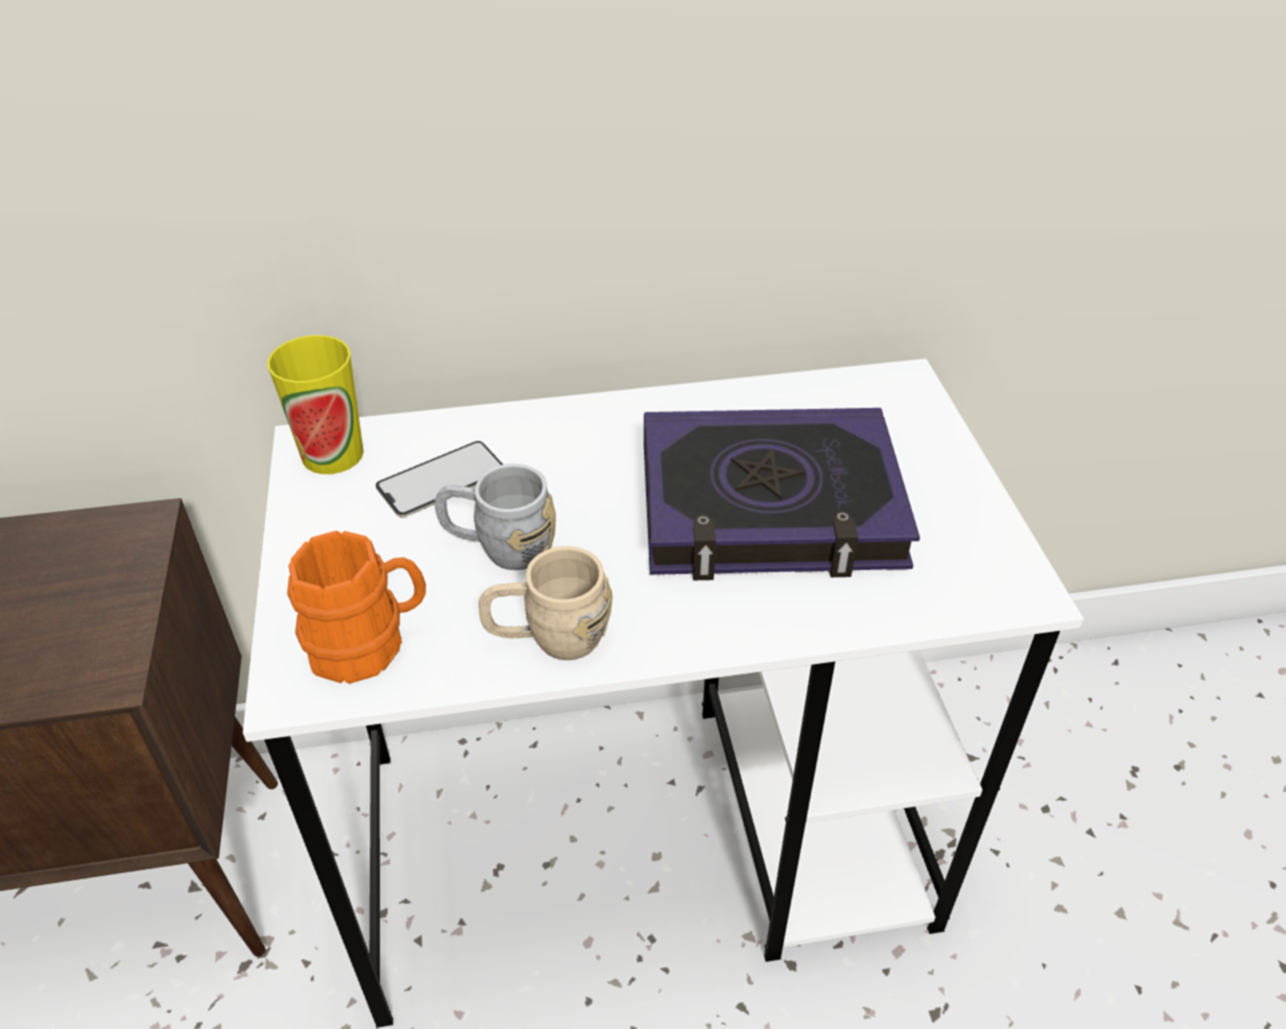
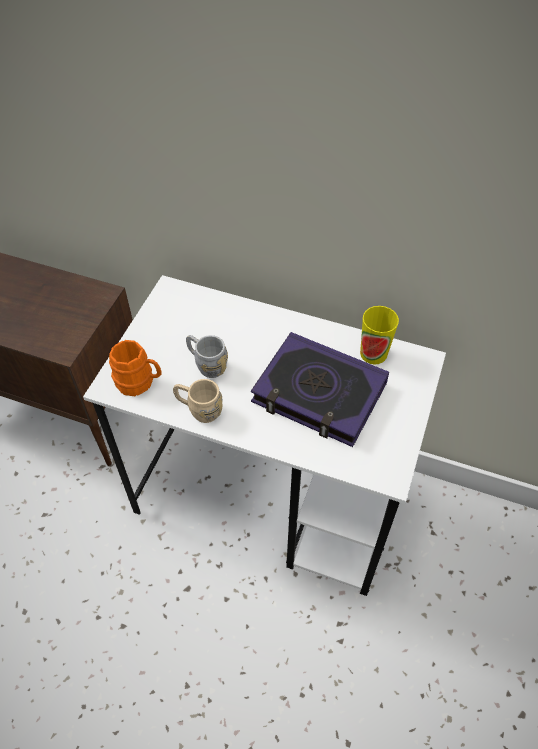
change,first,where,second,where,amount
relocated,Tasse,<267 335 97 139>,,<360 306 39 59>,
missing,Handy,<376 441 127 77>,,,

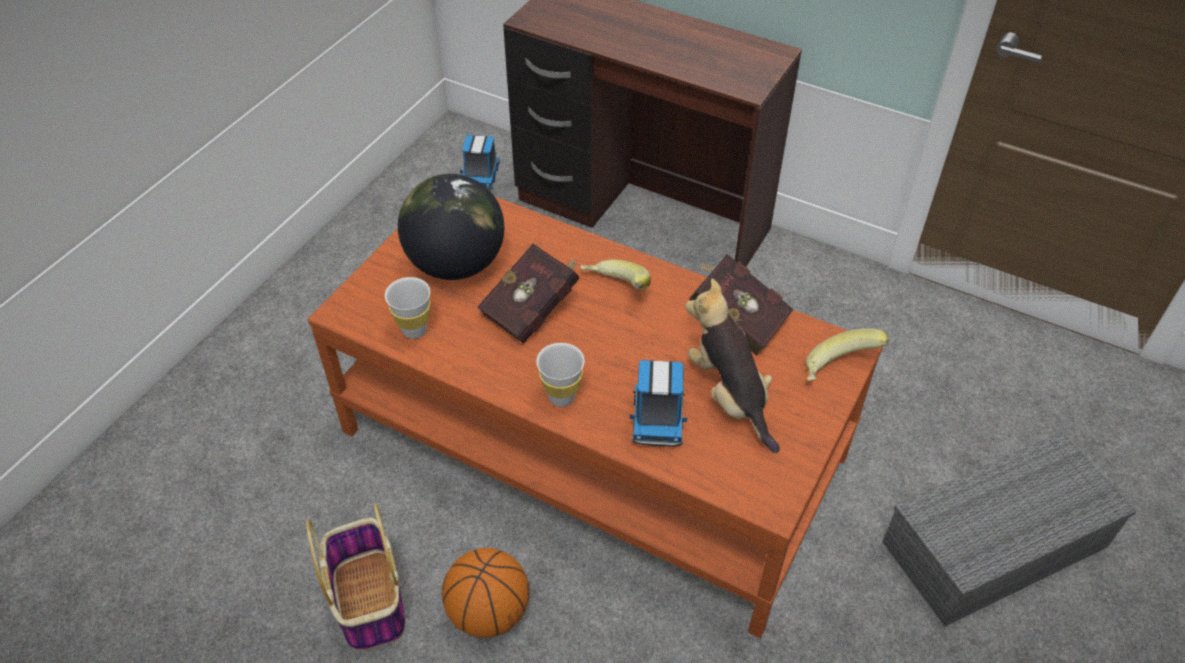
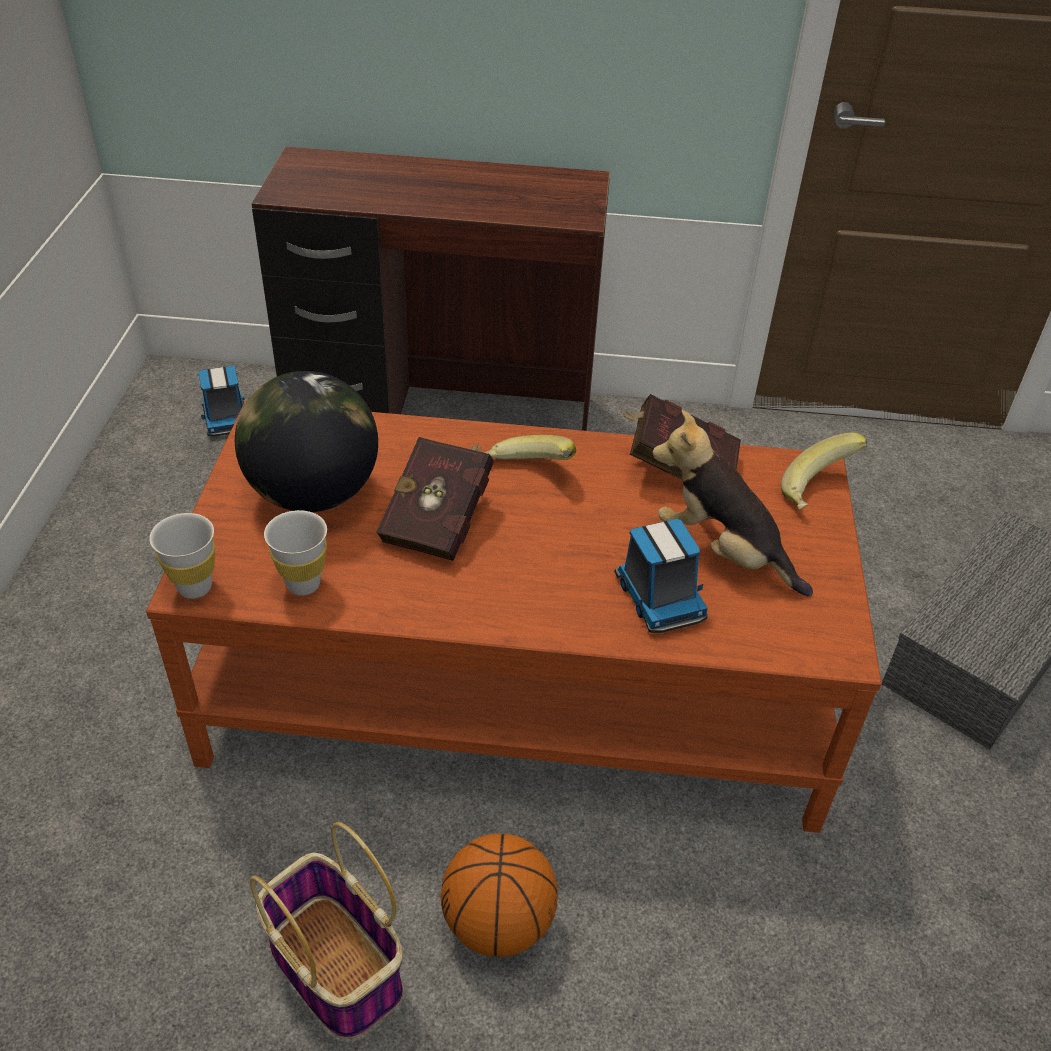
change,first,where,second,where,amount
relocated,Tasse (weiß),<536 343 49 64>,,<149 513 66 86>,

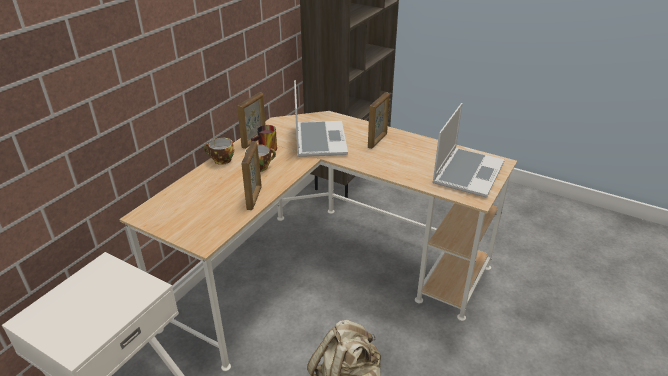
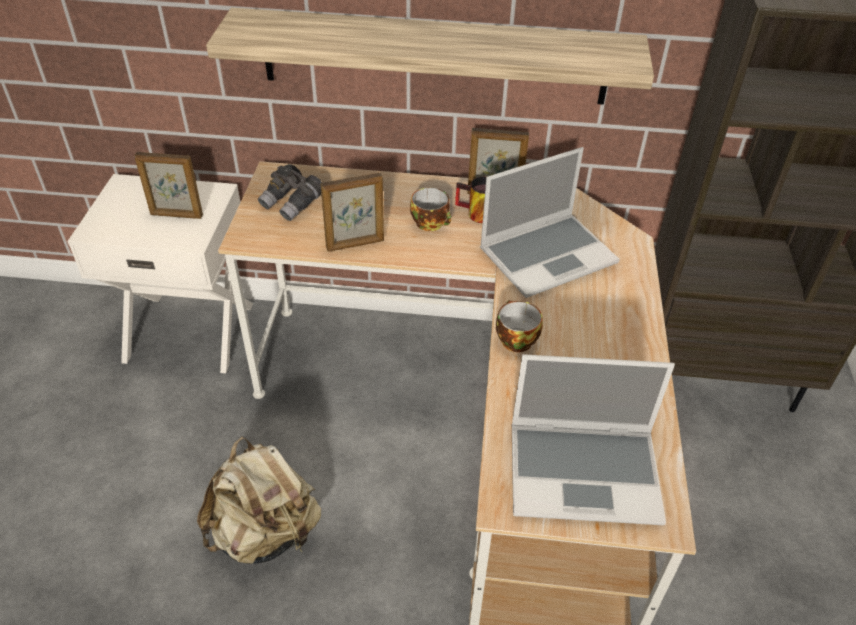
change,first,where,second,where,amount
relocated,Bilderrahmen,<368 92 21 57>,,<134 152 69 67>,
relocated,Tasse,<204 137 30 28>,,<496 300 47 52>,
appeared,,,Wandregal,<206 8 448 97>,
appeared,,,Fernglas (grau),<258 164 64 57>,

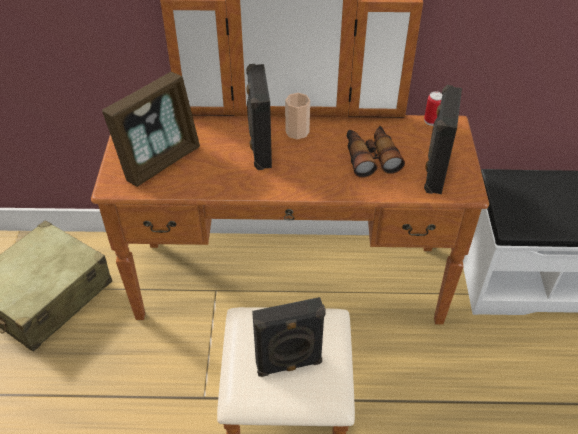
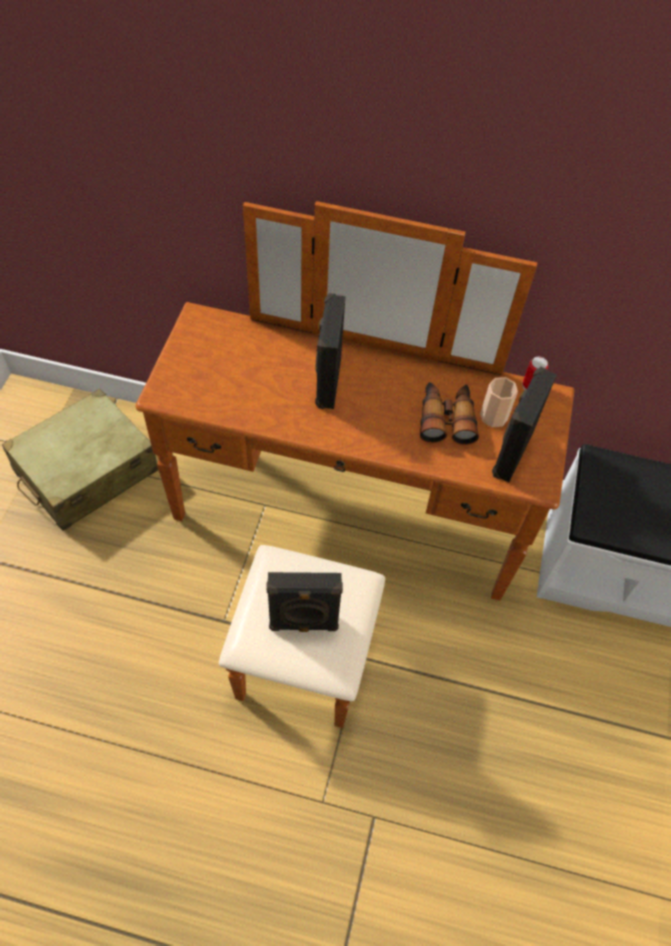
change,first,where,second,where,amount
missing,Bilderrahmen,<102 72 98 115>,,,
relocated,Tasse,<285 93 25 46>,,<480 377 38 50>,

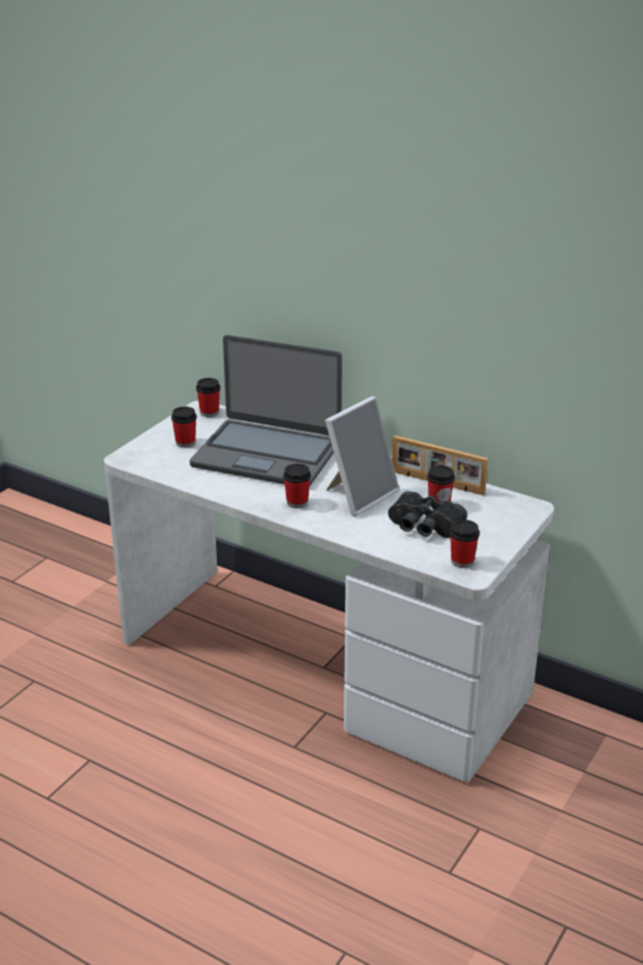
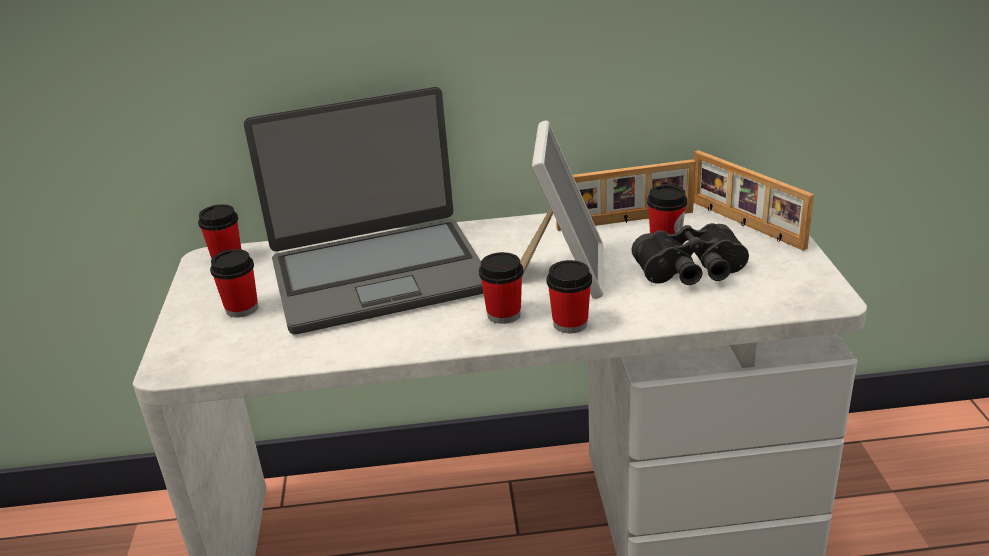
change,first,where,second,where,amount
relocated,Tasse,<450 520 30 48>,,<547 260 45 73>,
appeared,,,Bilderrahmen,<694 150 120 101>,

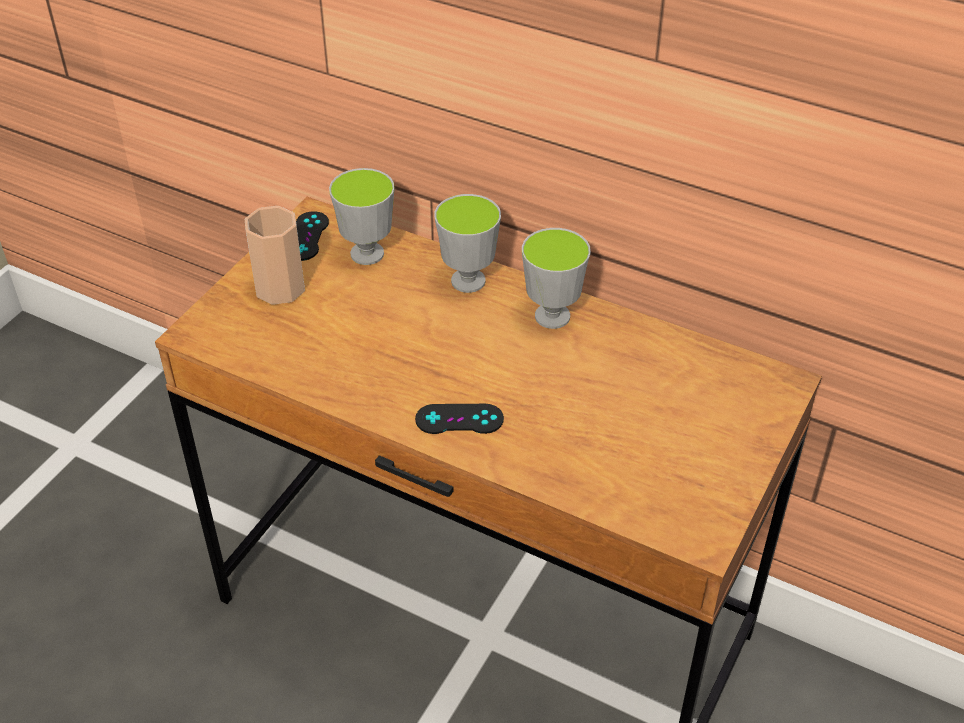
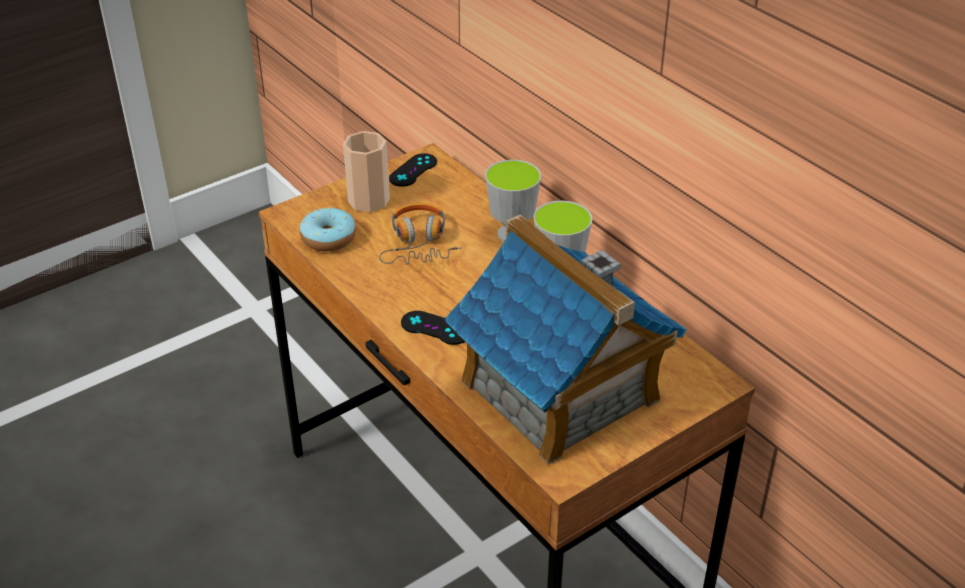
change,first,where,second,where,amount
missing,Tasse,<329 168 66 97>,,,
appeared,,,Kopfhörer,<379 203 83 62>,
appeared,,,Donut,<300 207 56 45>,
appeared,,,Spielzeughaus,<444 215 243 250>,

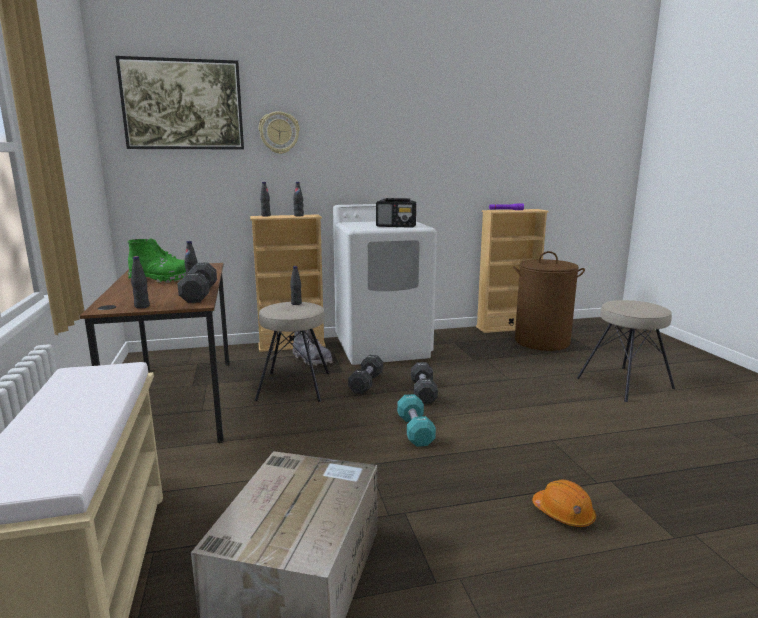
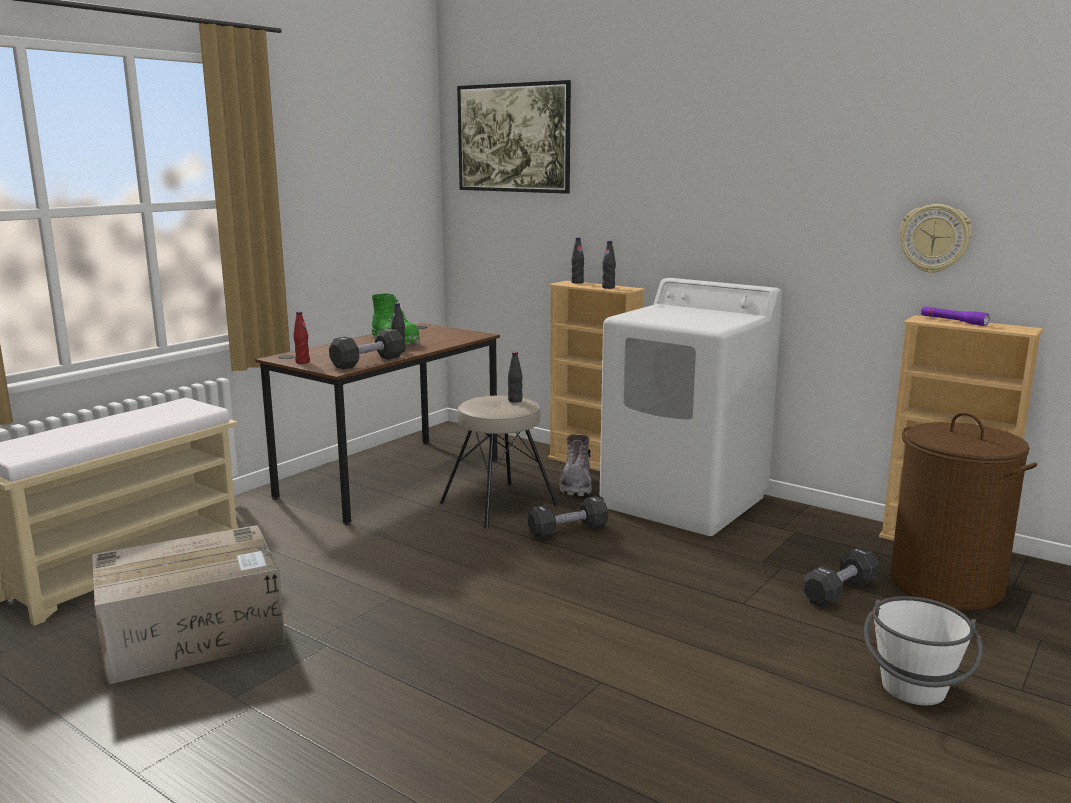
change,first,where,second,where,amount
relocated,Wanduhr,<259 111 41 43>,,<899 204 73 69>,
missing,Radio,<376 198 40 30>,,,
colour,Flasche (schwarz),<131 256 19 53>,Flasche (rot),<294 312 16 52>,
exchanged,Hocker (beige),<576 300 99 102>,Eimer (weiß),<864 596 119 109>,
relocated,Hantel (schwarz),<411 362 27 42>,,<802 547 77 61>,
missing,Hantel (türkis),<397 394 39 53>,,,
missing,Schutzhelm (orange),<532 480 64 48>,,,

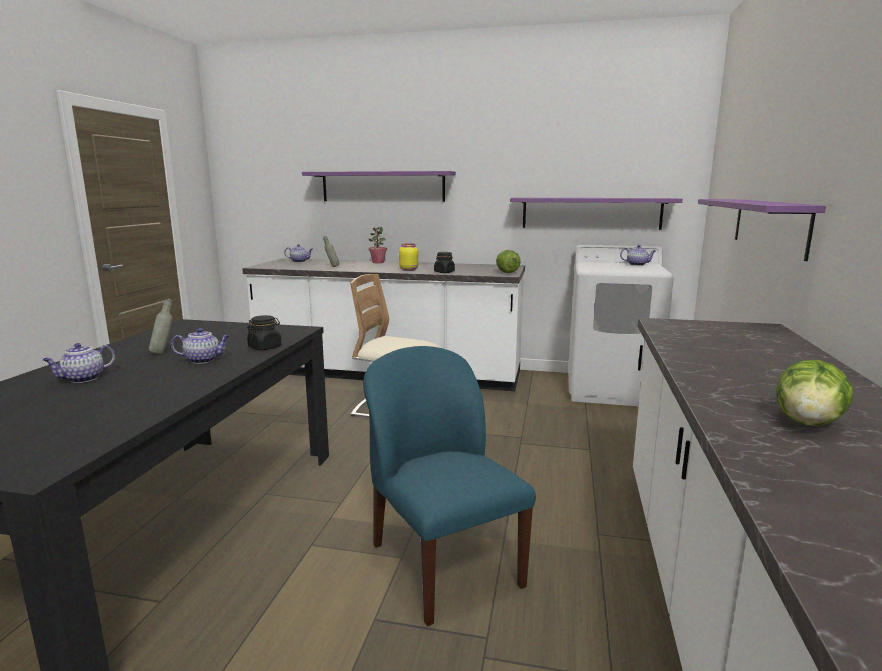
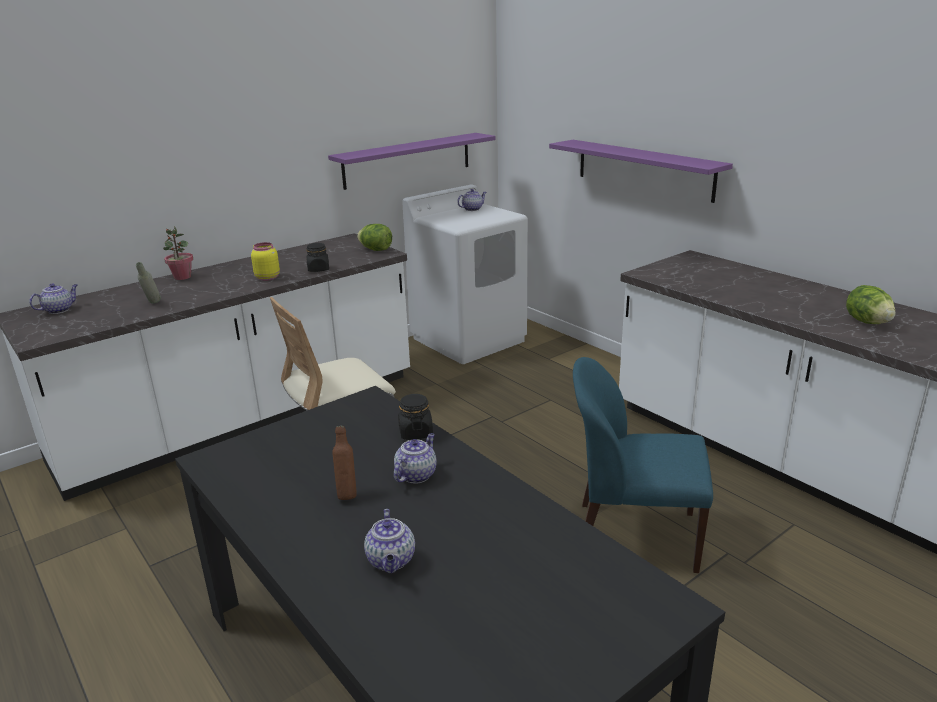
change,first,where,second,where,amount
missing,Wandregal (lila),<302 171 154 31>,,,
colour,Flasche (grau),<149 299 23 55>,Flasche (braun),<332 425 25 75>,

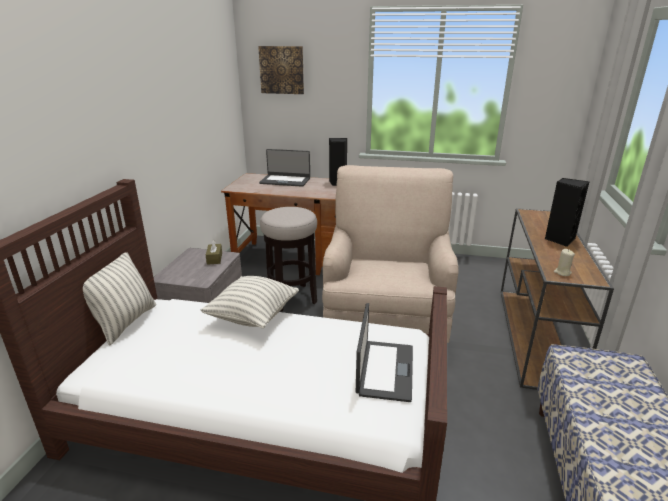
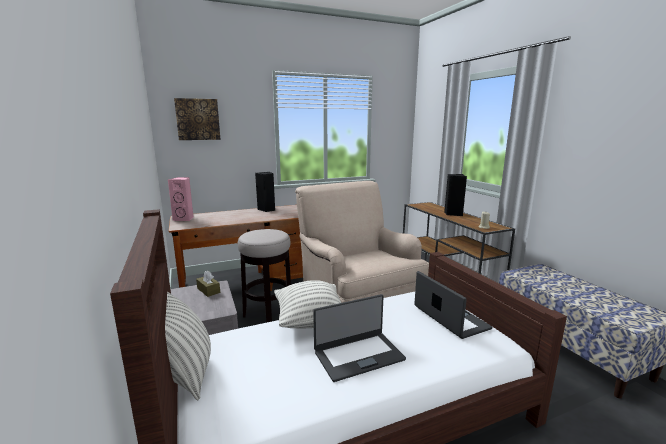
change,first,where,second,where,amount
relocated,Laptop,<259 149 51 38>,,<313 294 93 88>,
appeared,,,Lautsprecher (rosa),<168 177 25 44>,

